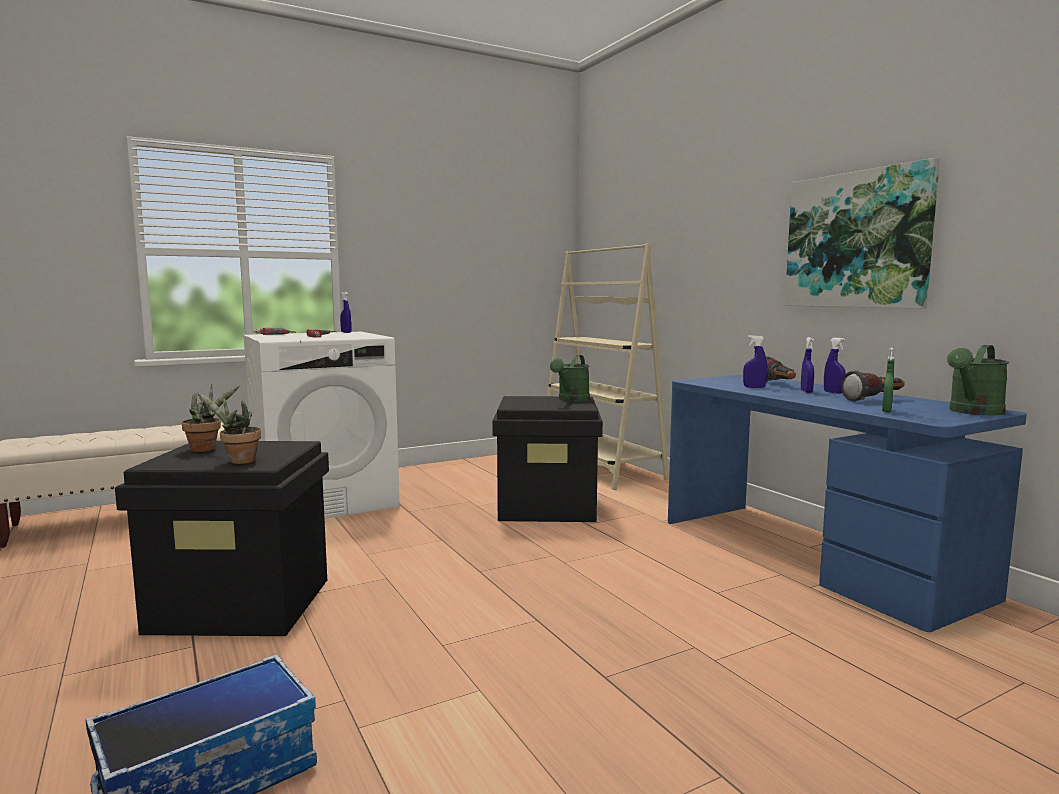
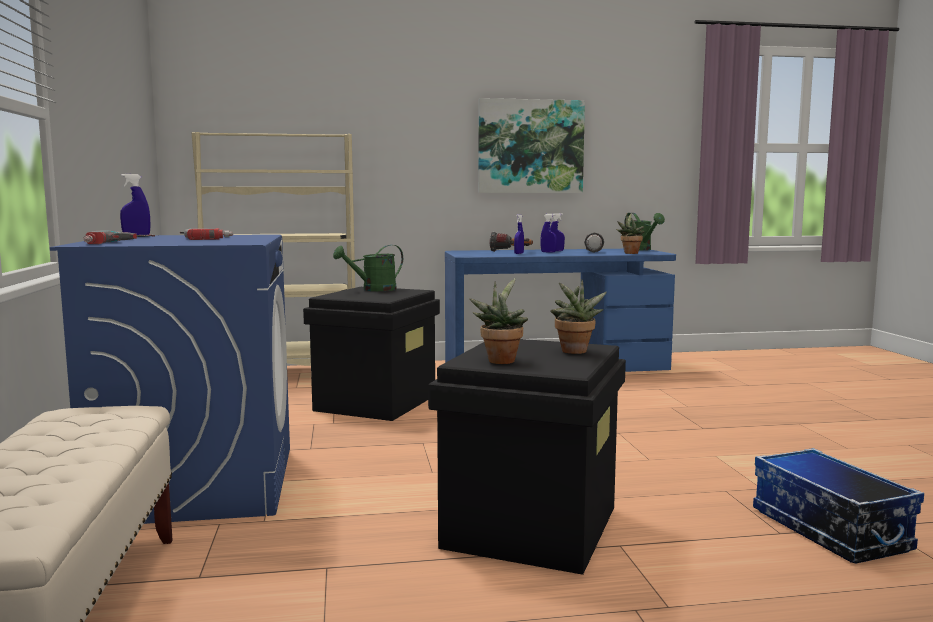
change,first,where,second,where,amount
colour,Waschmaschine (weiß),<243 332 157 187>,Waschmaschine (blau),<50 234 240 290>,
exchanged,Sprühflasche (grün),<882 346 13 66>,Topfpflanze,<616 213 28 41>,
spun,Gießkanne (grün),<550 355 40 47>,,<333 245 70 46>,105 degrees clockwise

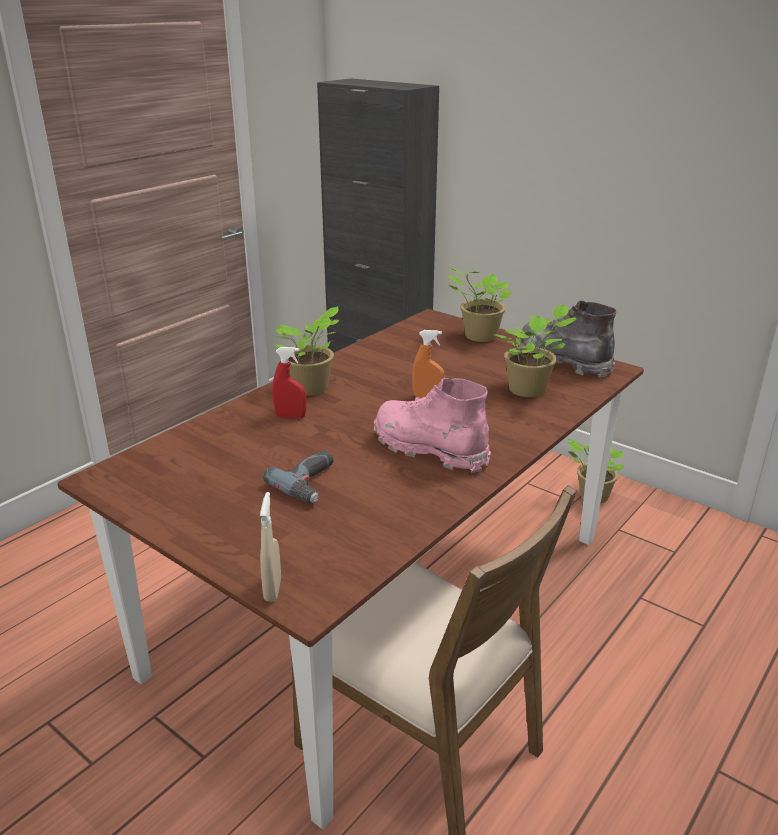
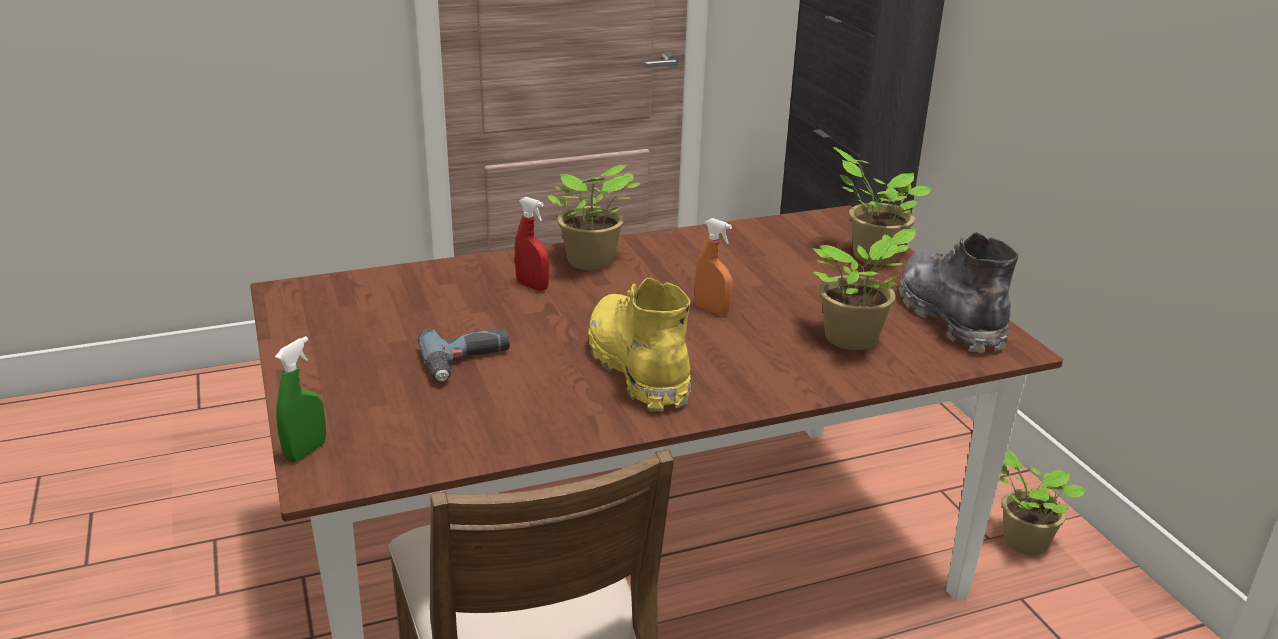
change,first,where,second,where,amount
colour,Stiefel (rosa),<374 378 117 95>,Stiefel (gelb),<588 278 103 133>,
colour,Sprühflasche (beige),<260 492 21 110>,Sprühflasche (grün),<275 336 51 126>,

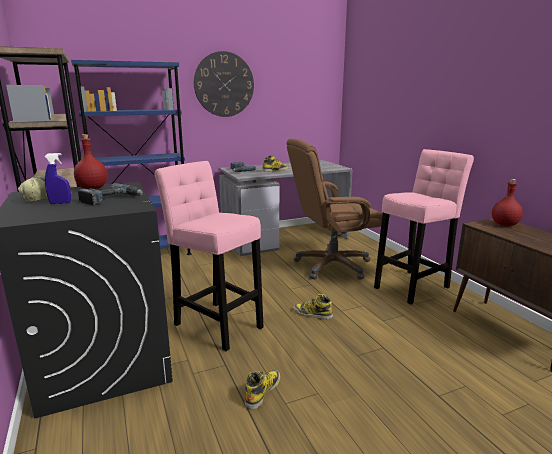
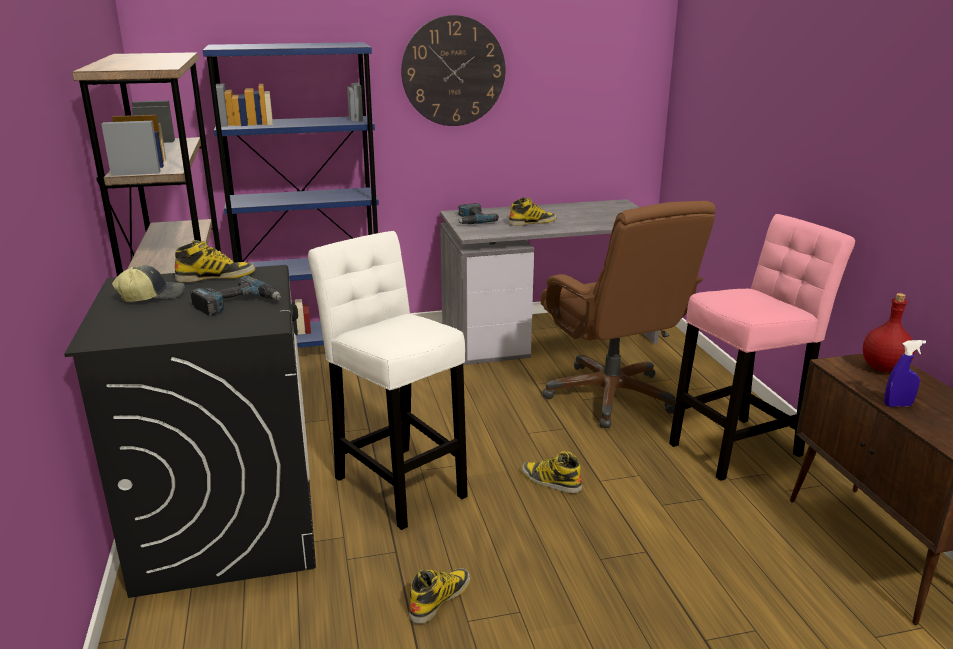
change,first,where,second,where,amount
exchanged,Flasche (rot),<74 134 33 55>,Stiefel,<175 240 80 42>,
spun,Bürostuhl (braun),<286 138 97 142>,,<540 201 176 227>,105 degrees counterclockwise
relocated,Sprühflasche (blau),<44 153 27 51>,,<884 340 42 67>,
colour,Hocker (rosa),<155 161 109 190>,Hocker (weiß),<308 231 160 299>,

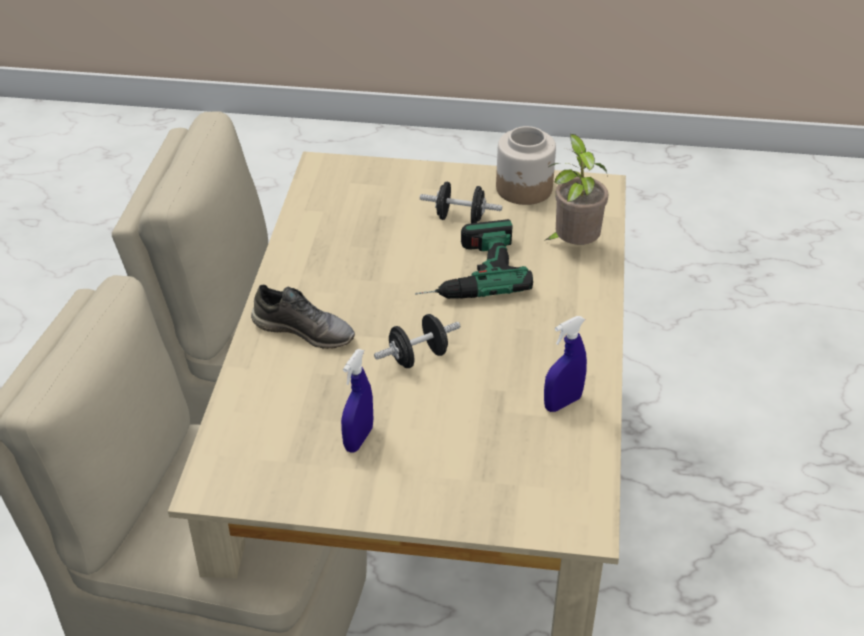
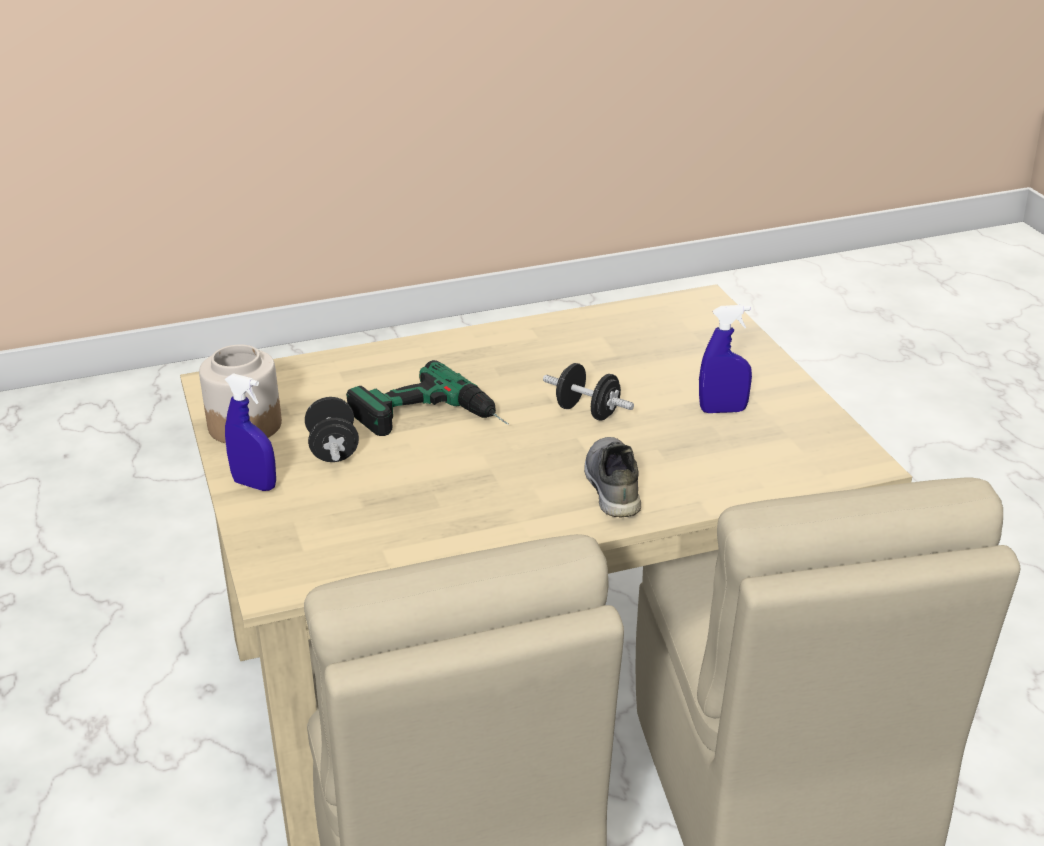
change,first,where,second,where,amount
missing,Topfpflanze,<544 134 65 111>,,,
relocated,Sprühflasche (blau),<544 316 43 96>,,<225 373 51 118>,

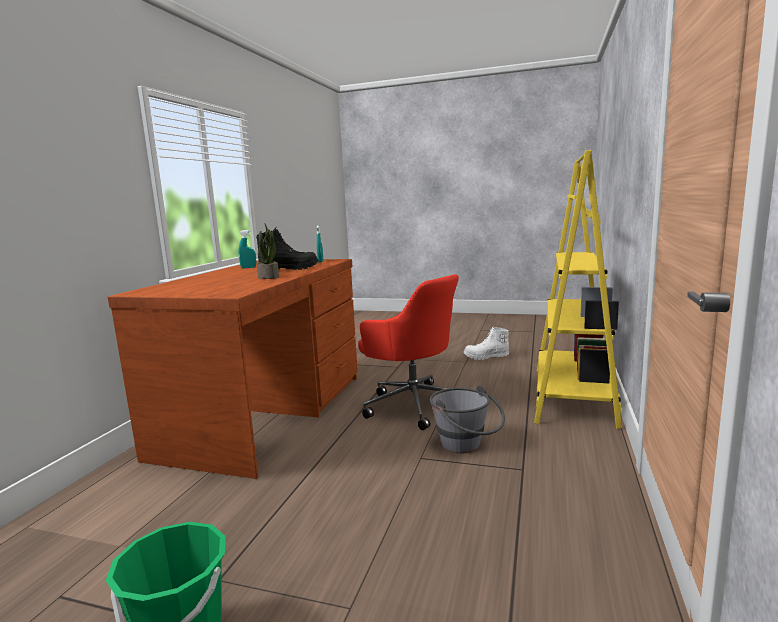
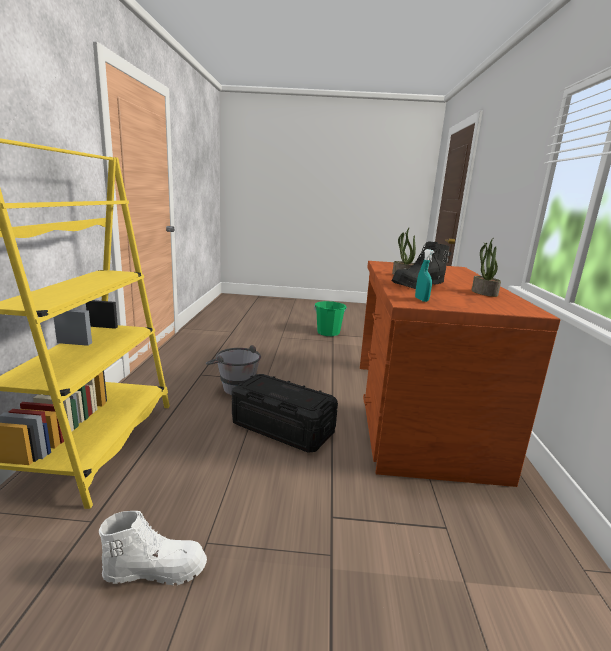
change,first,where,second,where,amount
exchanged,Sprühflasche (türkis),<238 230 18 38>,Topfpflanze,<472 237 29 60>,
exchanged,Bürostuhl (rot),<358 274 101 156>,Aufbewahrungsbox (schwarz),<232 374 106 79>,

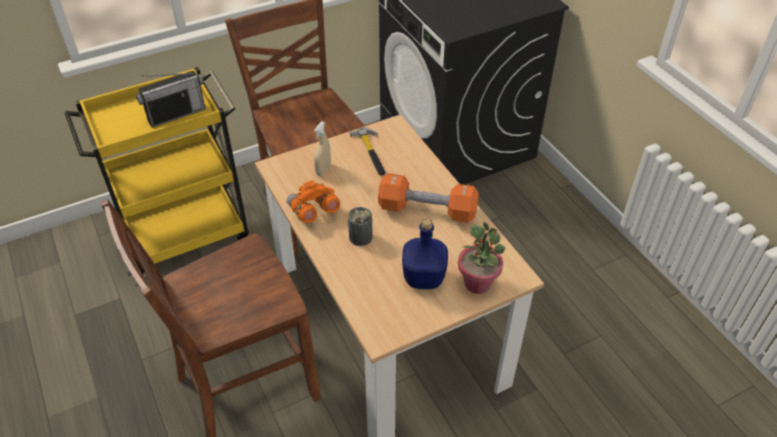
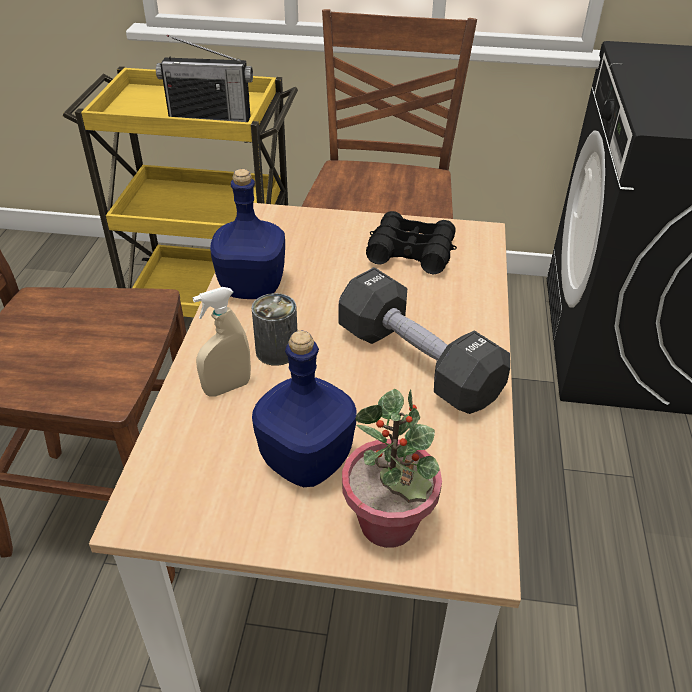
change,first,where,second,where,amount
relocated,Sprühflasche (beige),<314 121 17 55>,,<193 287 58 109>,
exchanged,Hammer,<349 127 37 48>,Fernglas (schwarz),<366 211 91 64>,
colour,Hantel (orange),<378 173 101 50>,Hantel (schwarz),<339 267 171 147>,
exchanged,Fernglas (orange),<287 180 53 43>,Flasche (blau),<210 169 75 130>,

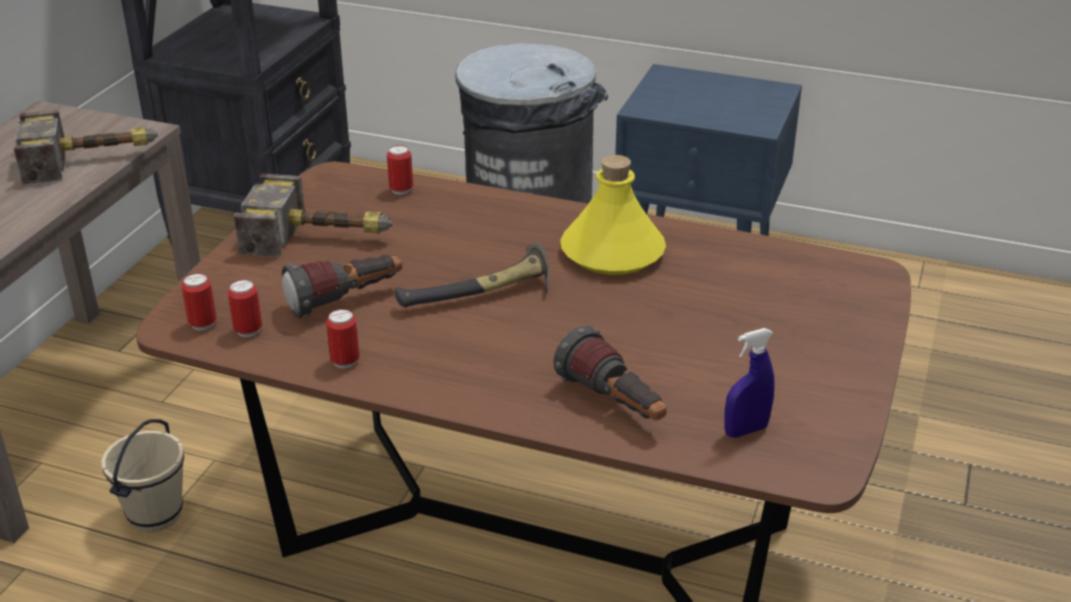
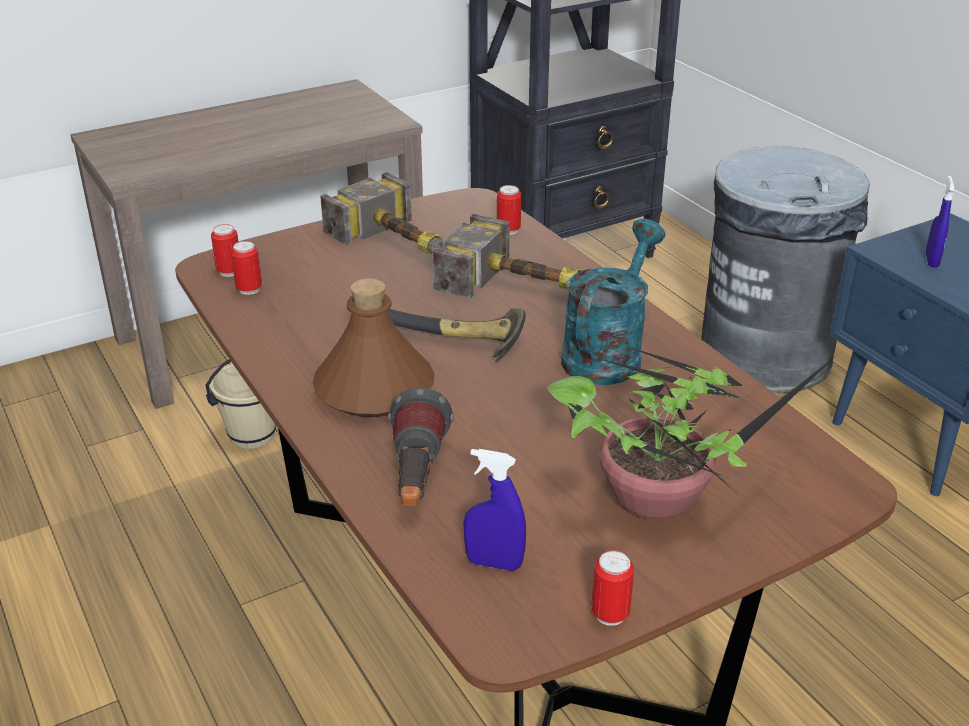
change,first,where,second,where,amount
relocated,Hammer,<14 110 144 75>,,<432 214 149 85>,
exchanged,Flasche (gelb),<560 155 106 120>,Gießkanne (türkis),<561 219 104 166>,
missing,Taschenlampe,<282 255 120 63>,,,
relocated,Dose,<326 309 34 59>,,<592 550 42 76>,
appeared,,,Sprühflasche (blau),<926 175 28 92>,
appeared,,,Flasche (braun),<313 279 122 138>,
appeared,,,Topfpflanze,<547 347 290 173>,

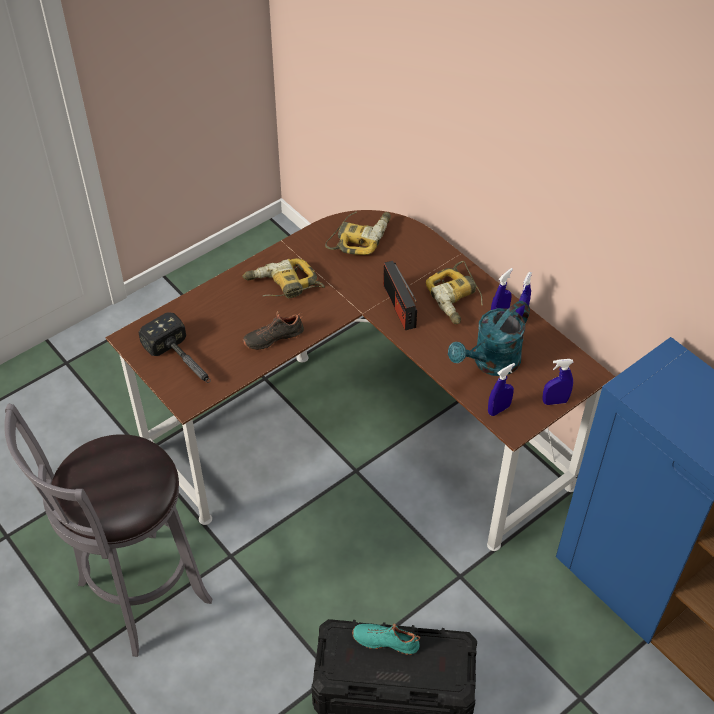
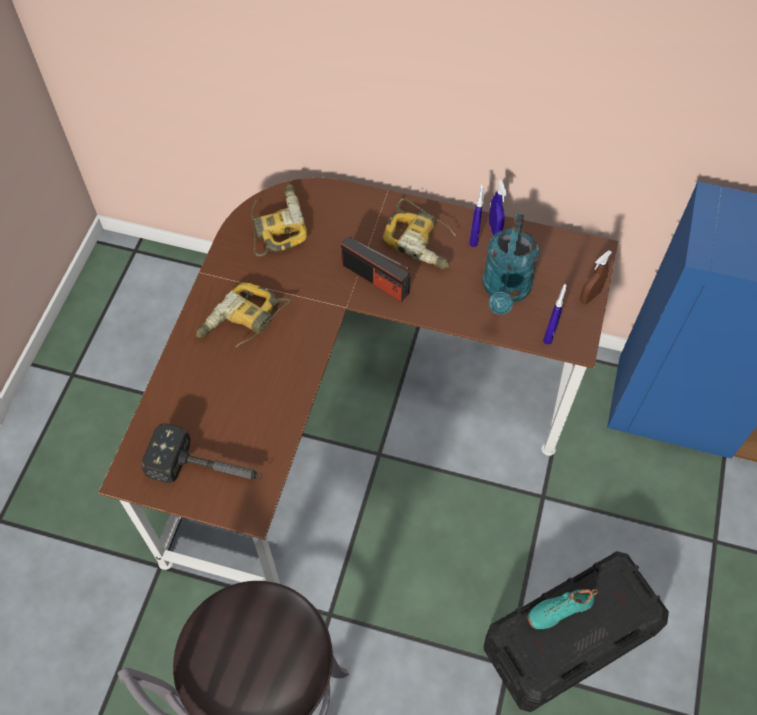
change,first,where,second,where,amount
missing,Schuh (schwarz),<243 311 61 39>,,,
colour,Sprühflasche (blau),<542 359 31 46>,Sprühflasche (braun),<580 250 32 54>,

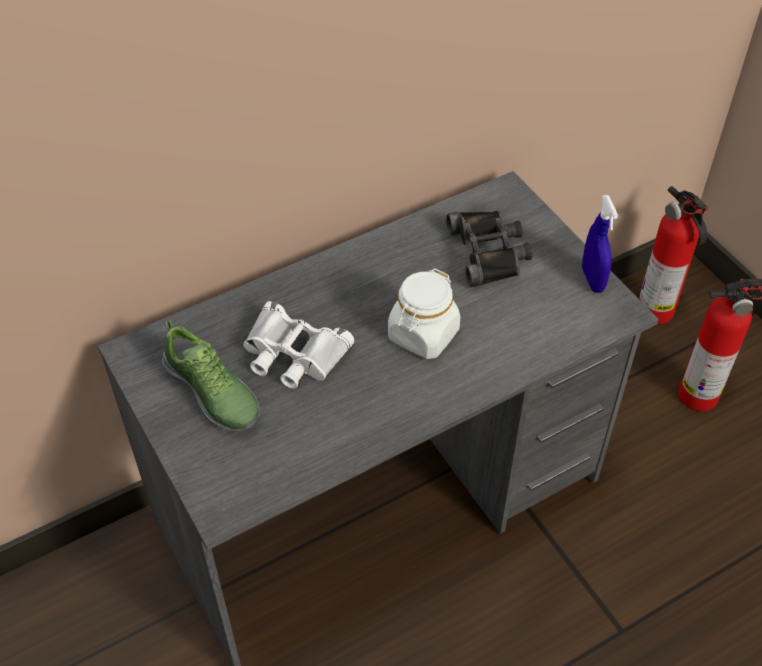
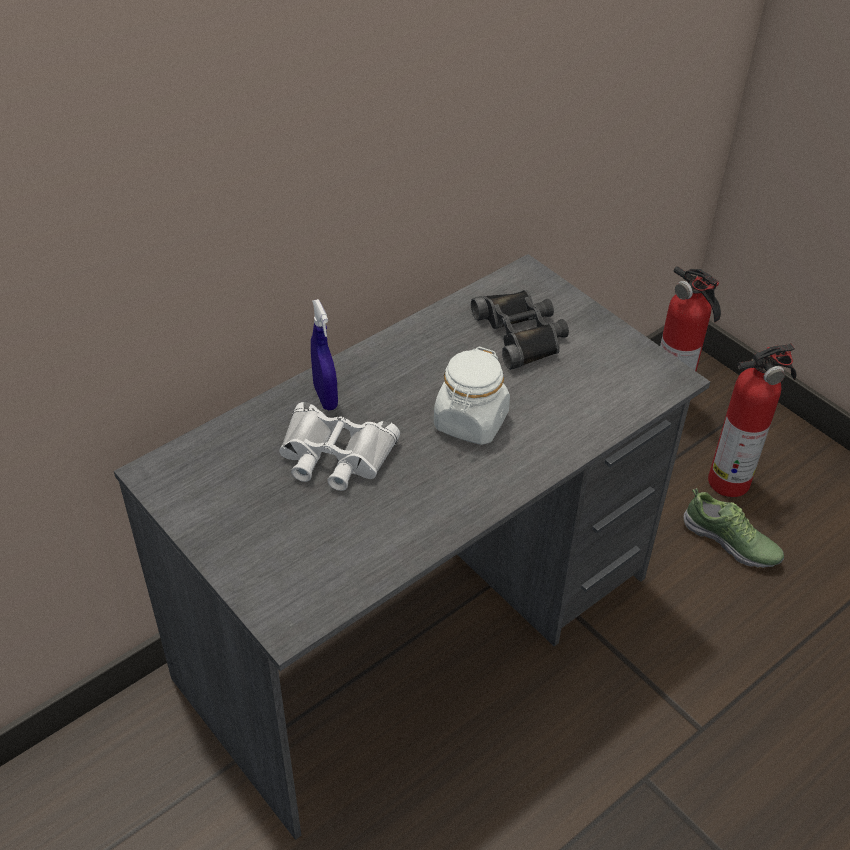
change,first,where,second,where,amount
relocated,Sprühflasche (blau),<582 195 36 98>,,<311 299 27 111>,
relocated,Schuh,<162 320 98 111>,,<683 488 101 80>,

